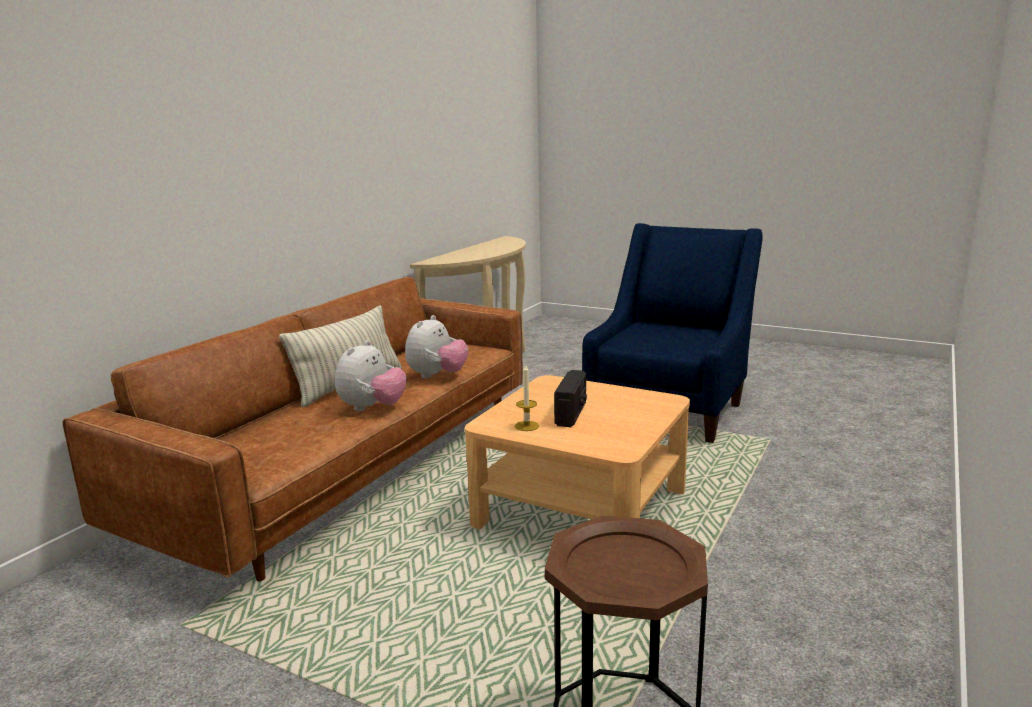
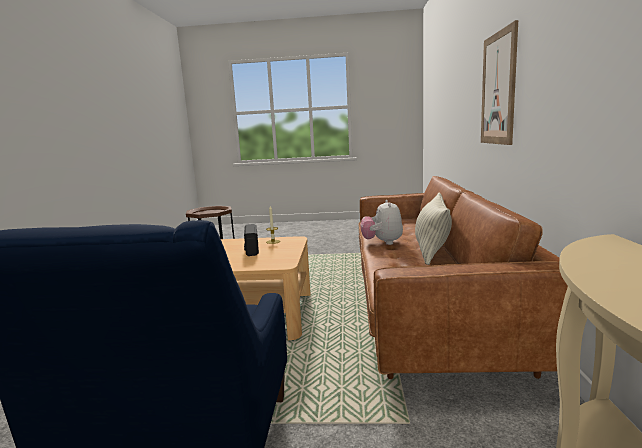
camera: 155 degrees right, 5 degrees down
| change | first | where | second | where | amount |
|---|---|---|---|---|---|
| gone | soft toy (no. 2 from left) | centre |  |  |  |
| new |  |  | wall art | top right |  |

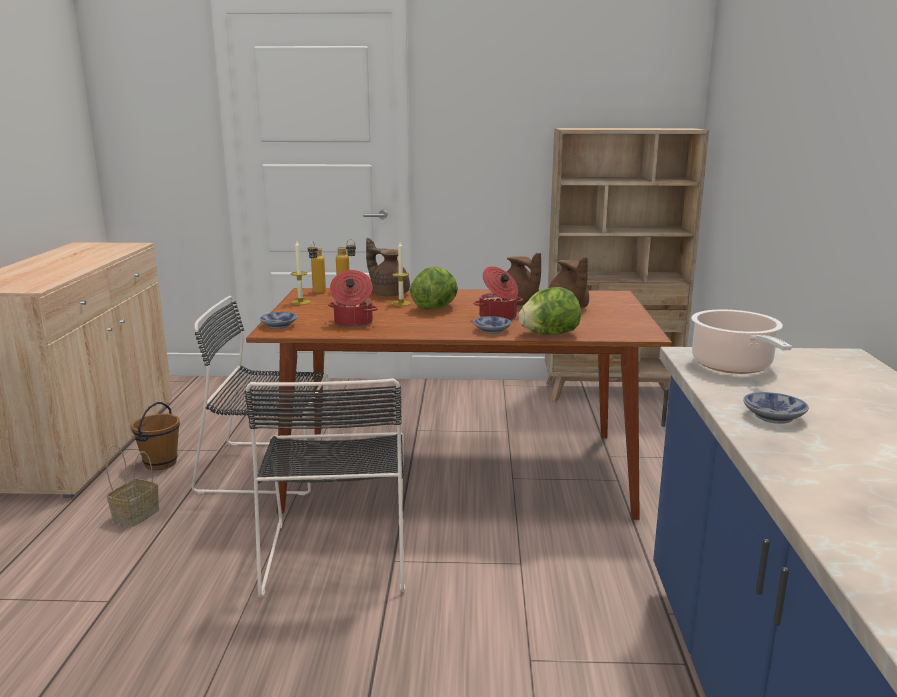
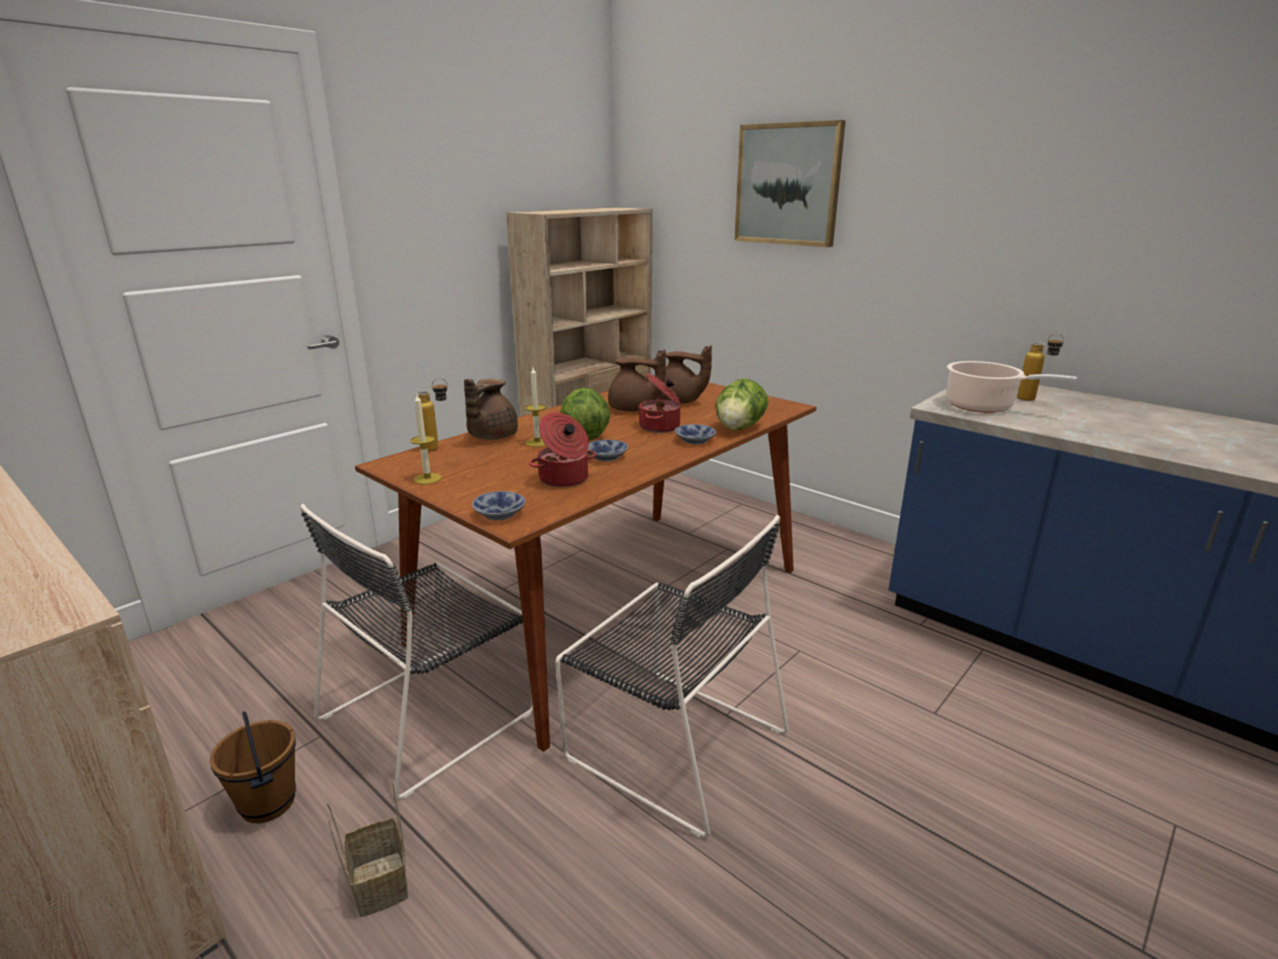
camera: 50 degrees left, 5 degrees up
| change | first | where | second | where | amount |
|---|---|---|---|---|---|
| new |  |  | wall art | top centre |  |
| shifted | beverage bottle (no. 1 from left in the first image) | centre | beverage bottle (no. 2 from left) | middle right |  |
| shifted | bowl (no. 3 from left in the first image) | middle right | bowl (no. 2 from left) | centre |  |
| rotated | brown-coloured teapot (no. 1 from left) | centre |  | centre | 60 degrees counterclockwise |

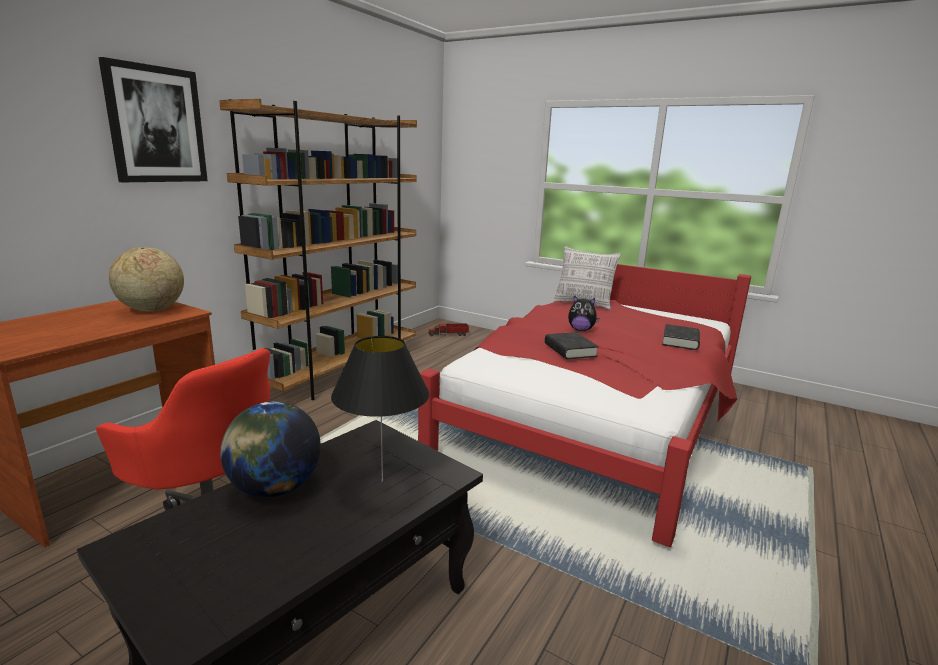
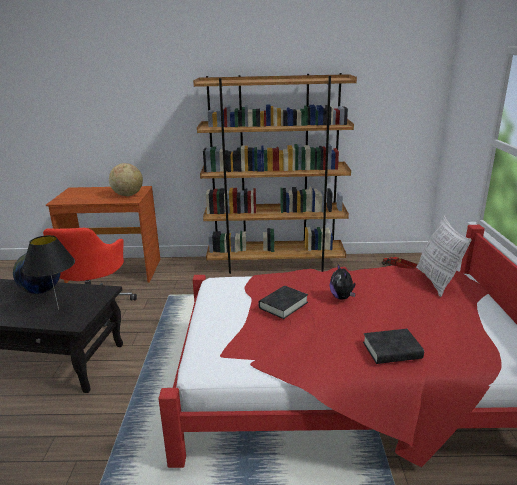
camera: 60 degrees right, 5 degrees up
| change | first | where | second | where | amount |
|---|---|---|---|---|---|
| gone | wall art | top left |  |  |  |

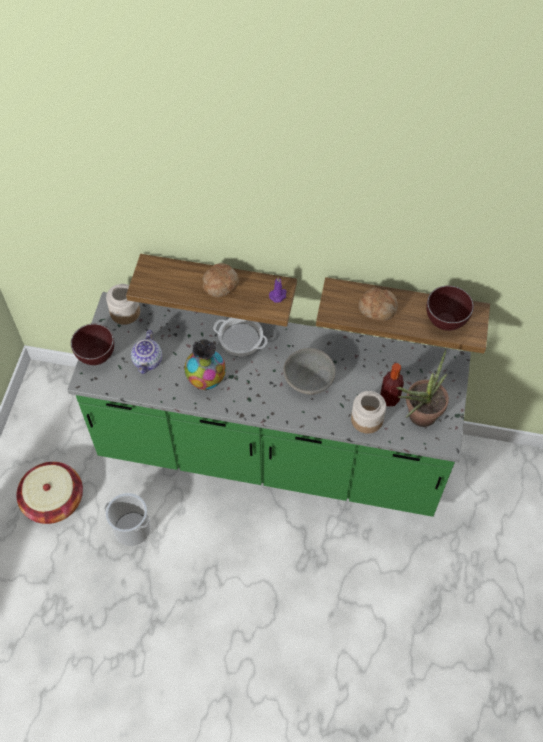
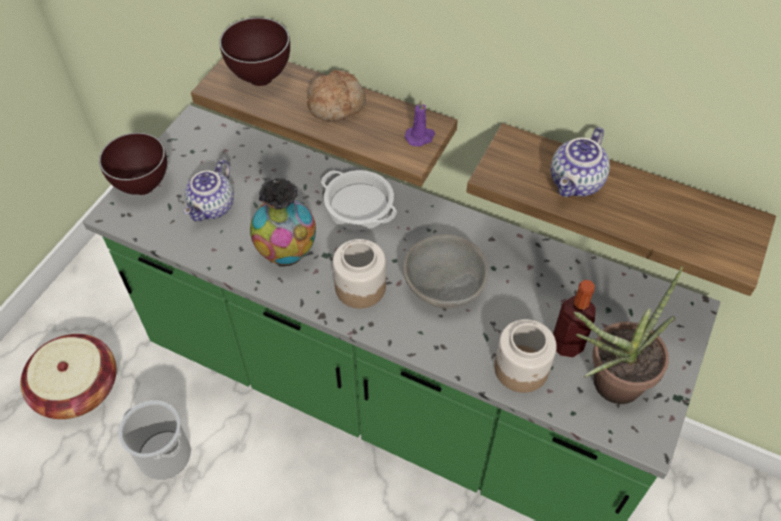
camera: 15 degrees right, 5 degrees down
| change | first | where | second | where | amount |
|---|---|---|---|---|---|
| shifted | storage jar (no. 1 from left) | middle left |  | centre |  |
| shifted | brown-coloured bowl (no. 2 from left) | middle right |  | top left |  |
| swapped | bakery bread (no. 2 from left) | middle right | teapot (no. 2 from left) | top right |  |

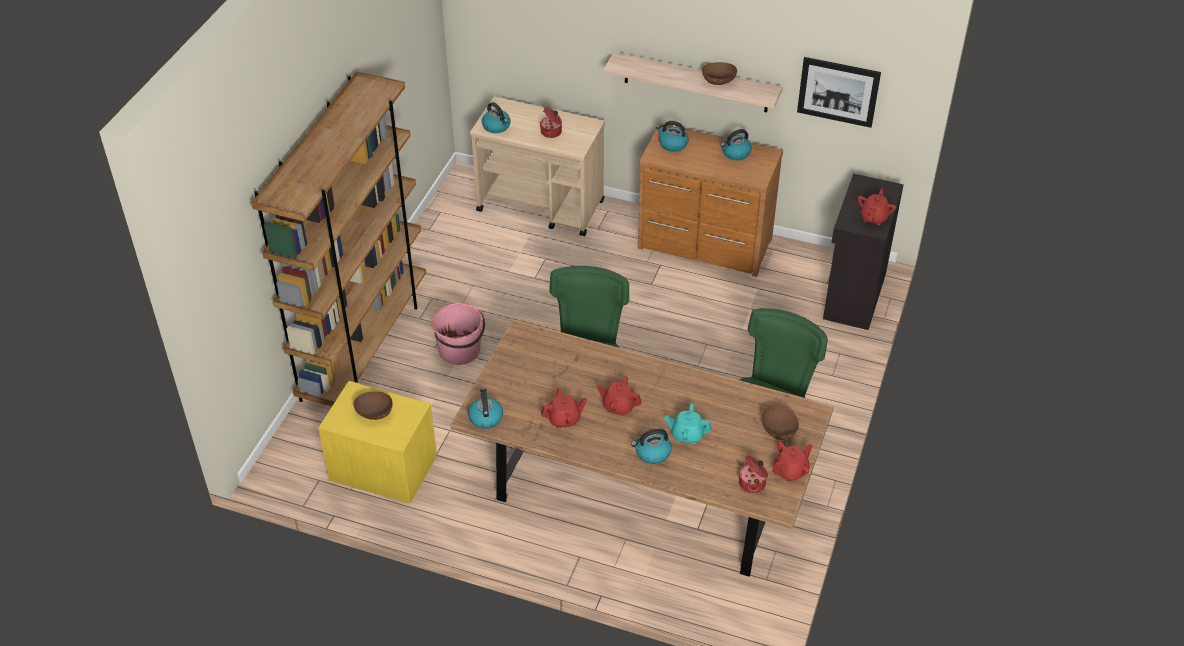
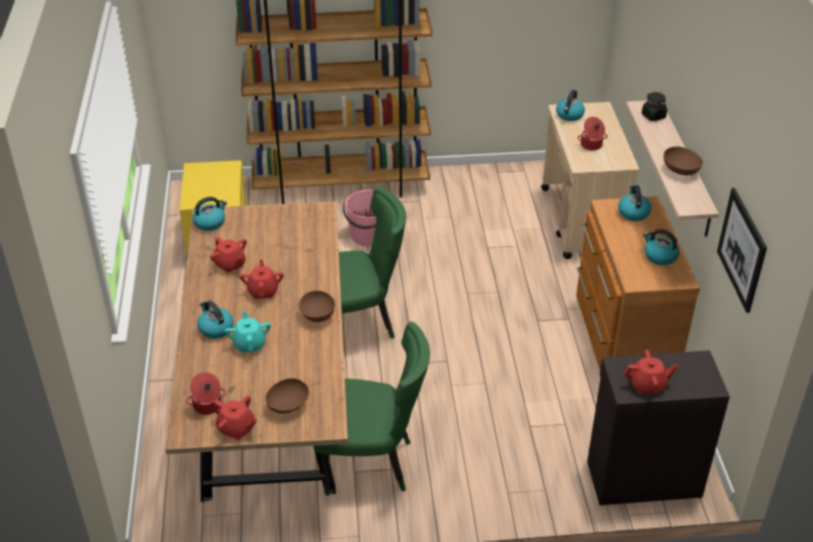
camera: 65 degrees right, 5 degrees down
| change | first | where | second | where | amount |
|---|---|---|---|---|---|
| new |  |  | black-coloured storage jar | top right |  |
| shifted | brown-coloured bowl (no. 1 from left in the first image) | middle left | brown-coloured bowl (no. 2 from left) | centre |  |

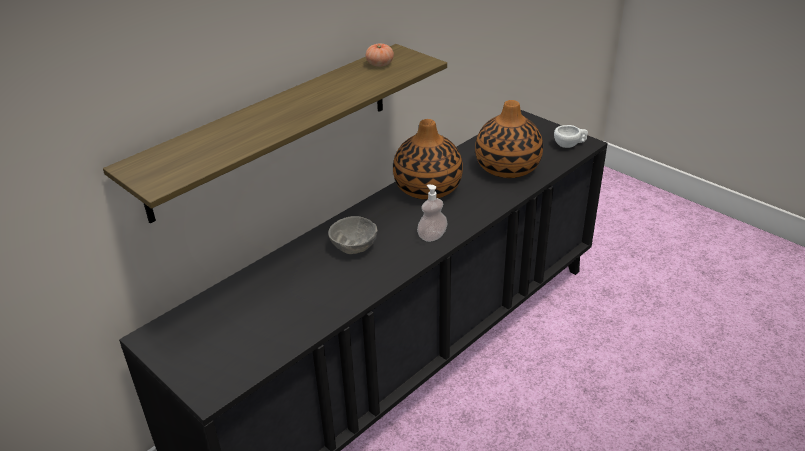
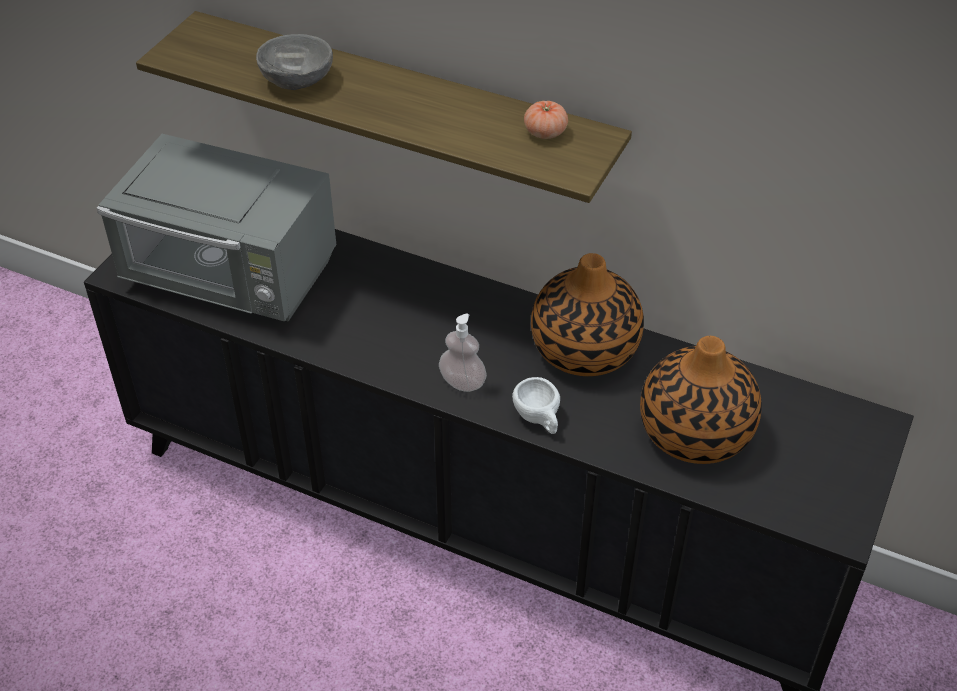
camera: 70 degrees right, 10 degrees up
| change | first | where | second | where | amount |
|---|---|---|---|---|---|
| new |  |  | greyish kitchen microwave | top left |  |
| shifted | greyish bowl | centre |  | top left |  |
| shifted | whitish cup | top right |  | centre |  |

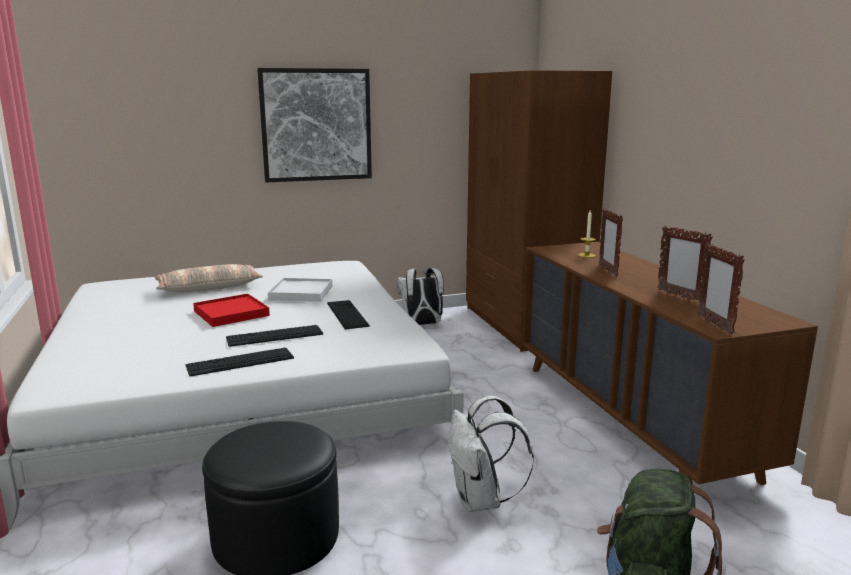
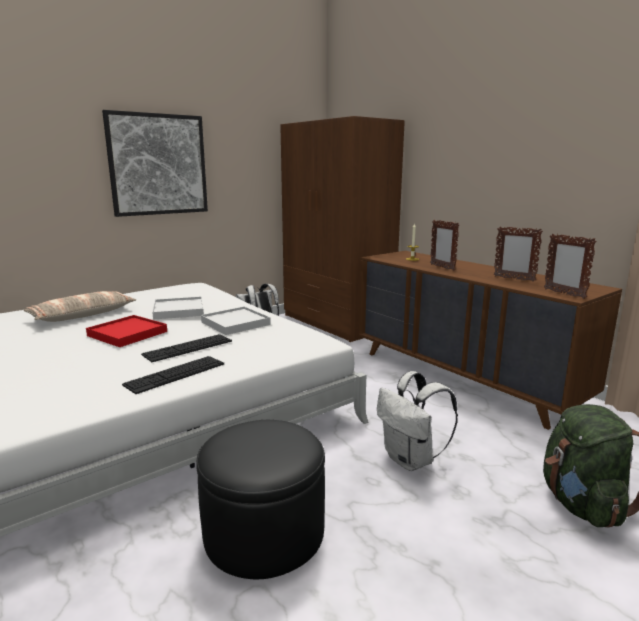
camera: 20 degrees left, 0 degrees up
| change | first | where | second | where | amount |
|---|---|---|---|---|---|
| swapped | computer keyboard (no. 3 from left) | centre | whitish serving tray (no. 2 from left) | centre |  |

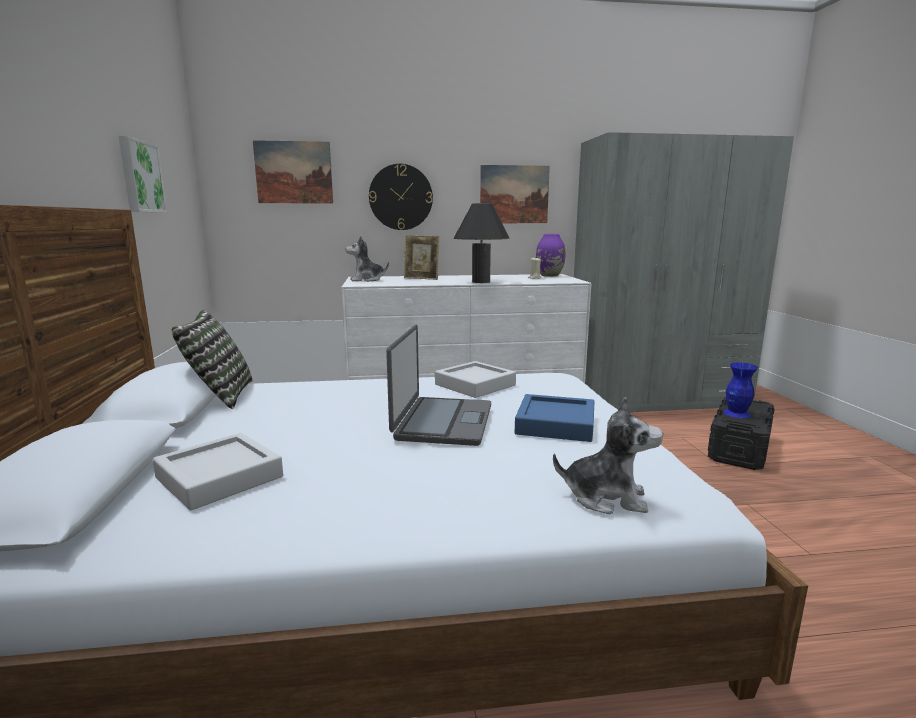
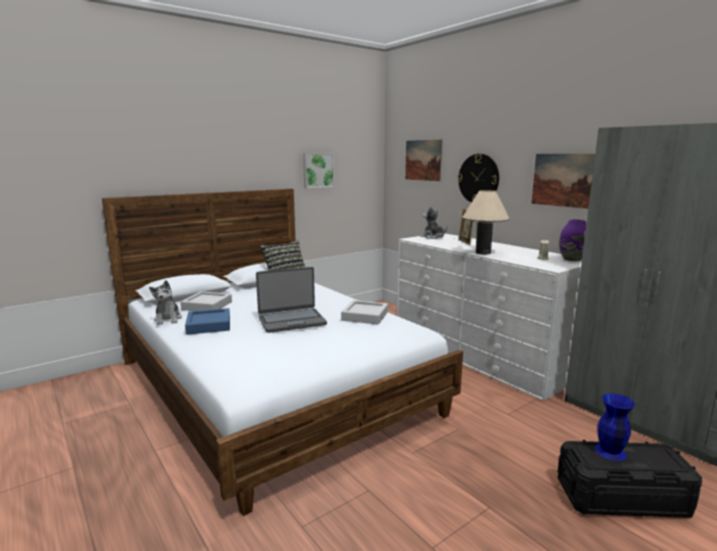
camera: 60 degrees right, 0 degrees up
| change | first | where | second | where | amount |
|---|---|---|---|---|---|
| shifted | bluish serving tray | centre |  | middle left |  |
| shifted | soft toy (no. 2 from left in the first image) | centre | soft toy (no. 1 from left) | middle left |  |
| repainted | black-coloured table lamp | centre | beige table lamp | middle right |  |

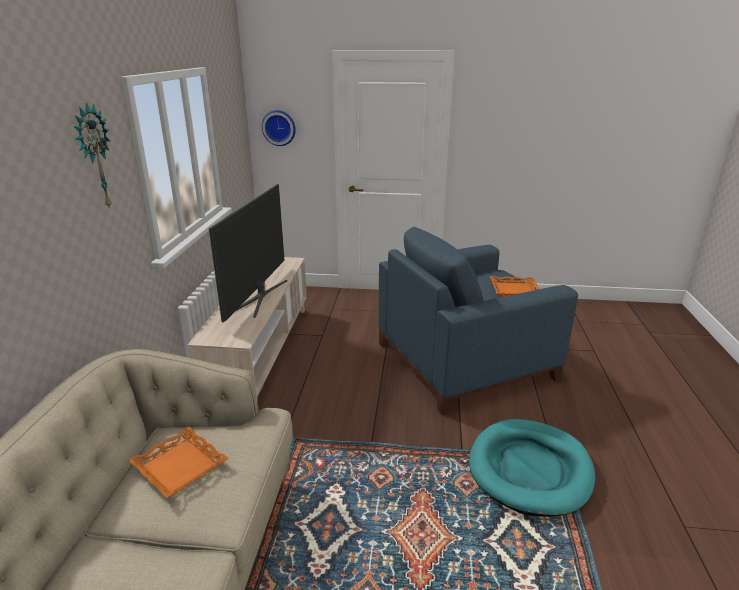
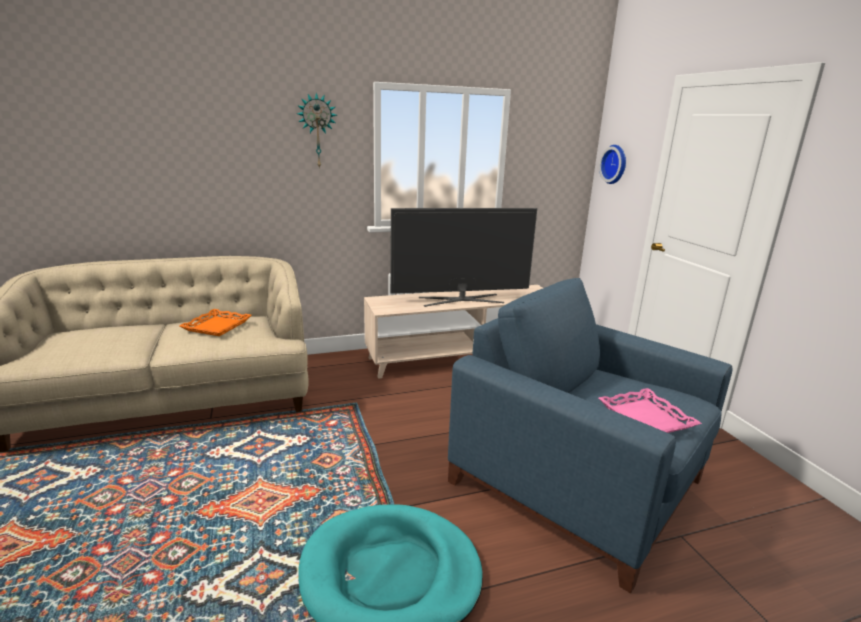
camera: 65 degrees right, 5 degrees down
| change | first | where | second | where | amount |
|---|---|---|---|---|---|
| repainted | orange serving tray (no. 2 from left) | middle right | pink serving tray | middle right |  |

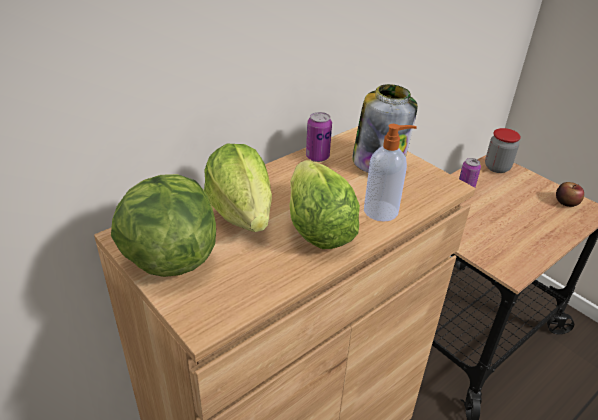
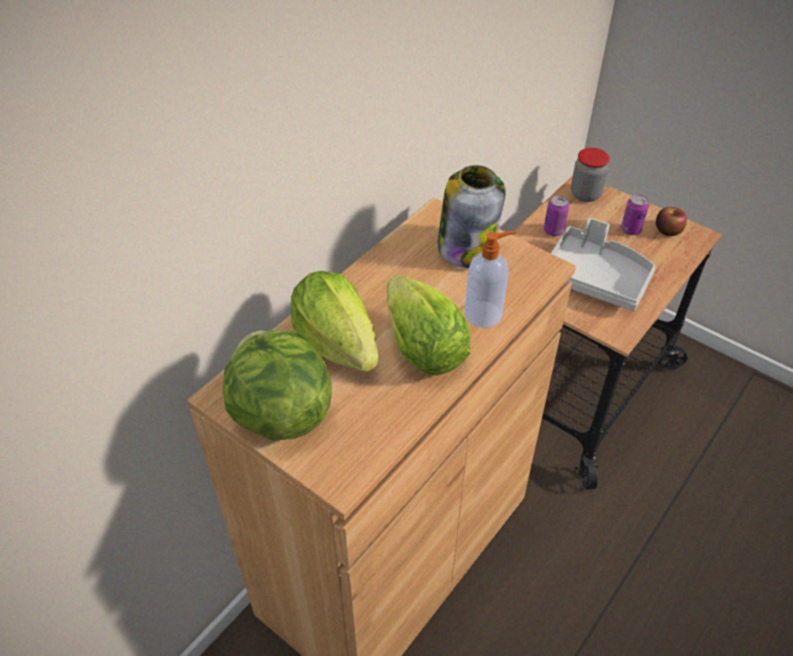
camera: 10 degrees left, 10 degrees up
| change | first | where | second | where | amount |
|---|---|---|---|---|---|
| new |  |  | greyish serving tray | middle right |  |
| shifted | can (no. 1 from left in the first image) | top centre | can (no. 2 from left) | top right |  |

